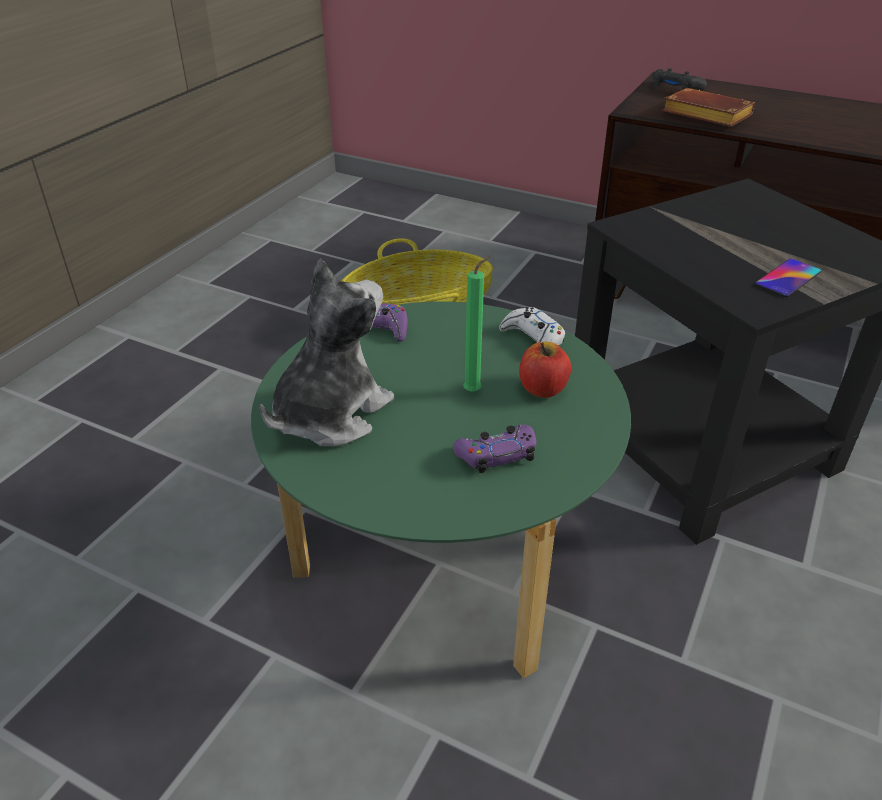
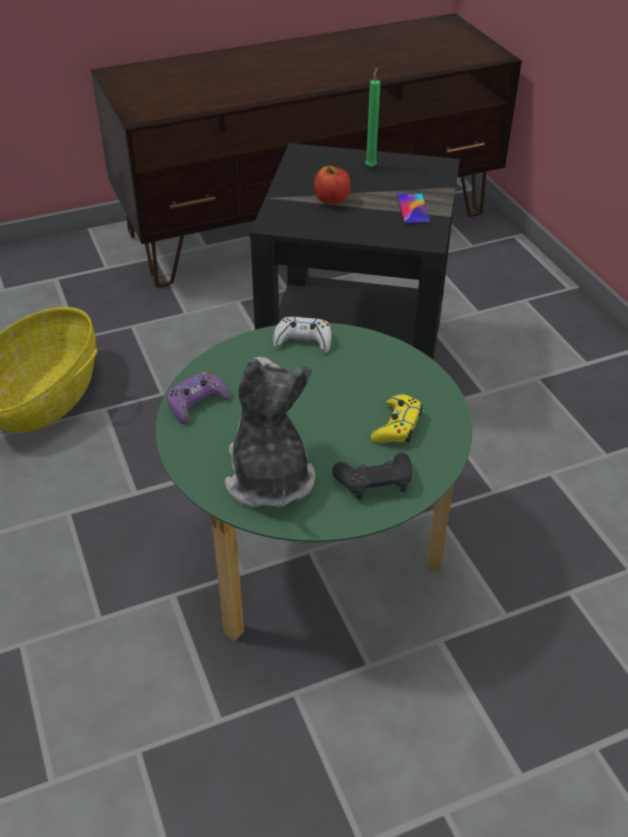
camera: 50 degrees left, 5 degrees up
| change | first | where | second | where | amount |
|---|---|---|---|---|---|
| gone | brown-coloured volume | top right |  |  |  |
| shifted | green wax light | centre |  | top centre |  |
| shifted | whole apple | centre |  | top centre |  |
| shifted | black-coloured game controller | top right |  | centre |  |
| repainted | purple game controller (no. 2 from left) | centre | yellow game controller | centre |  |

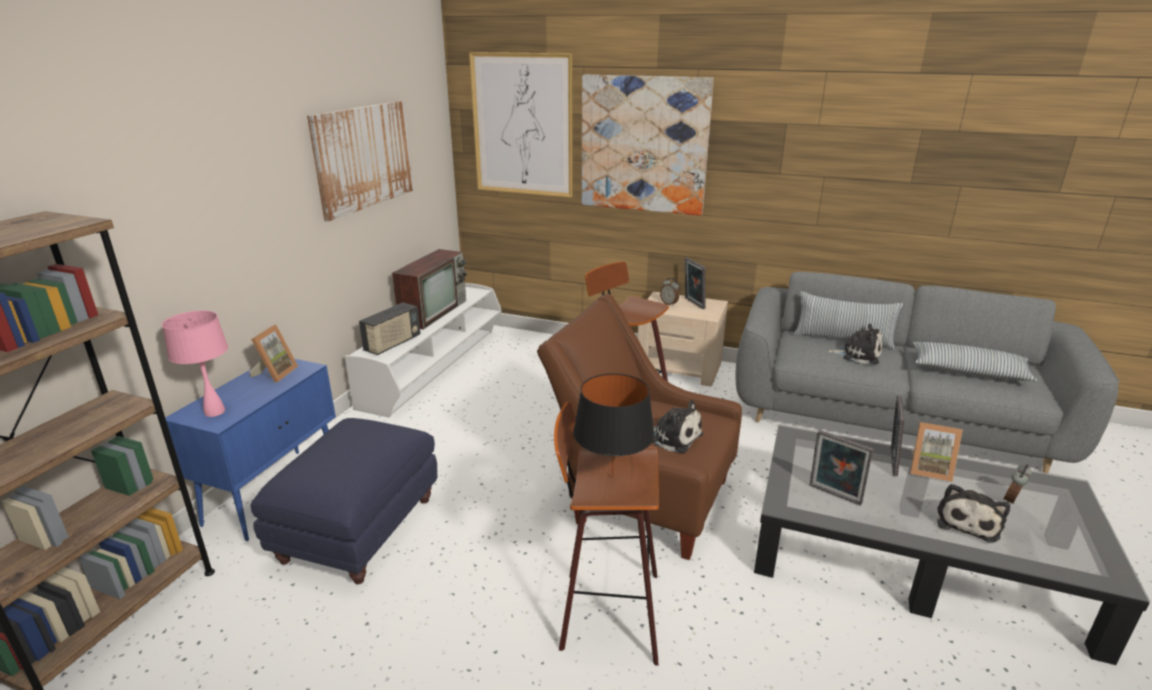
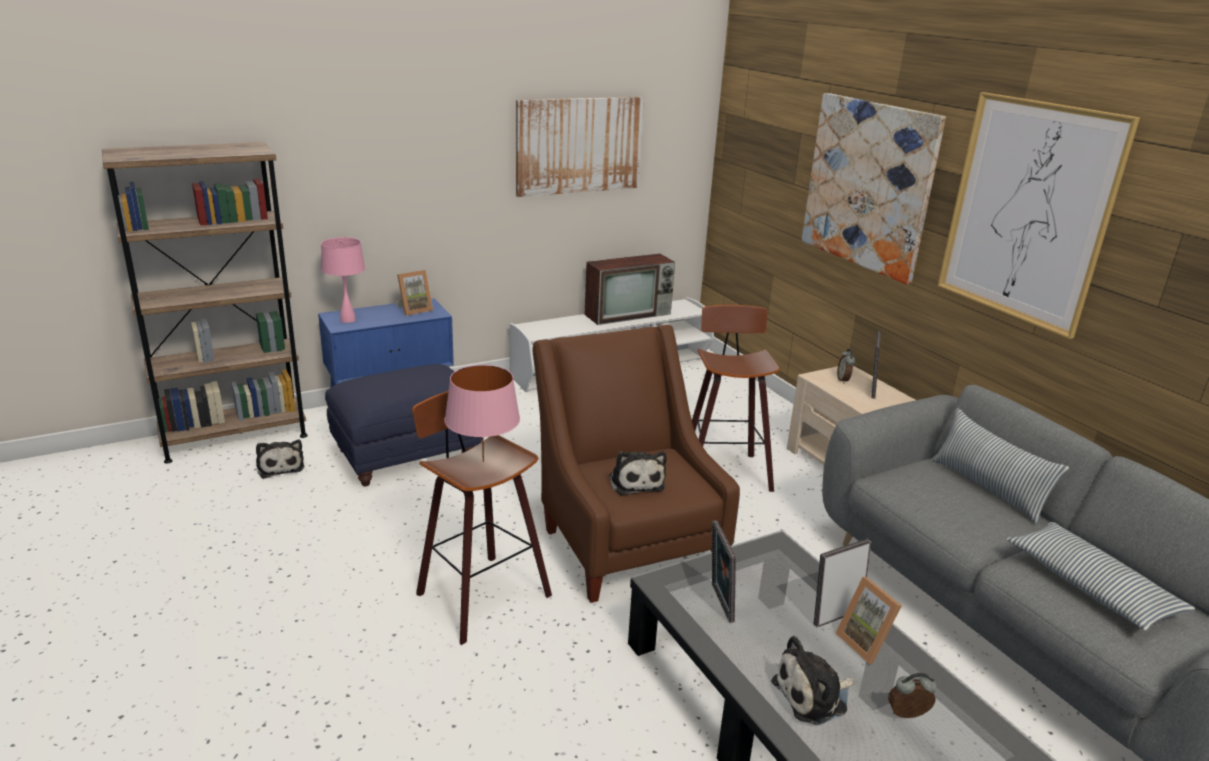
camera: 40 degrees right, 0 degrees up
| change | first | where | second | where | amount |
|---|---|---|---|---|---|
| gone | radio receiver | centre |  |  |  |
| shifted | wall art (no. 2 from left in the first image) | top centre | wall art (no. 3 from left) | top right |  |
| shifted | soft toy (no. 2 from left in the first image) | middle right | soft toy (no. 1 from left) | middle left |  |
| repainted | black-coloured table lamp | centre | pink table lamp (no. 2 from left) | centre |  |

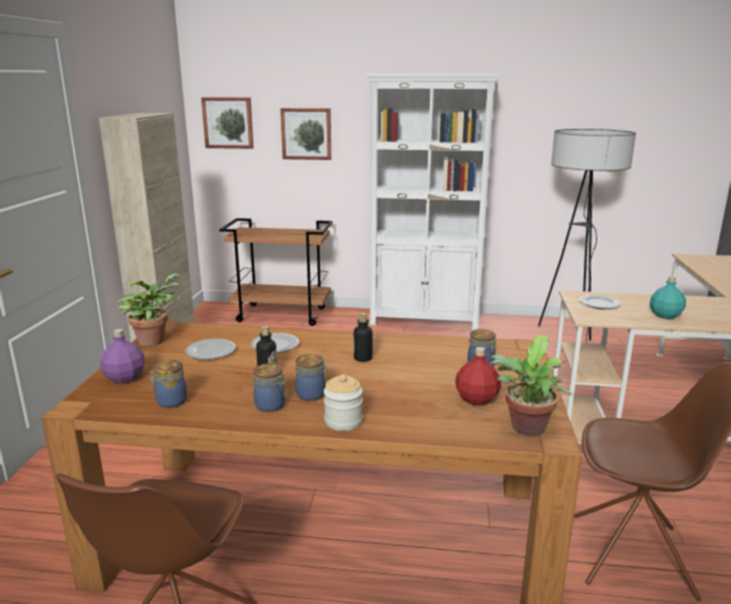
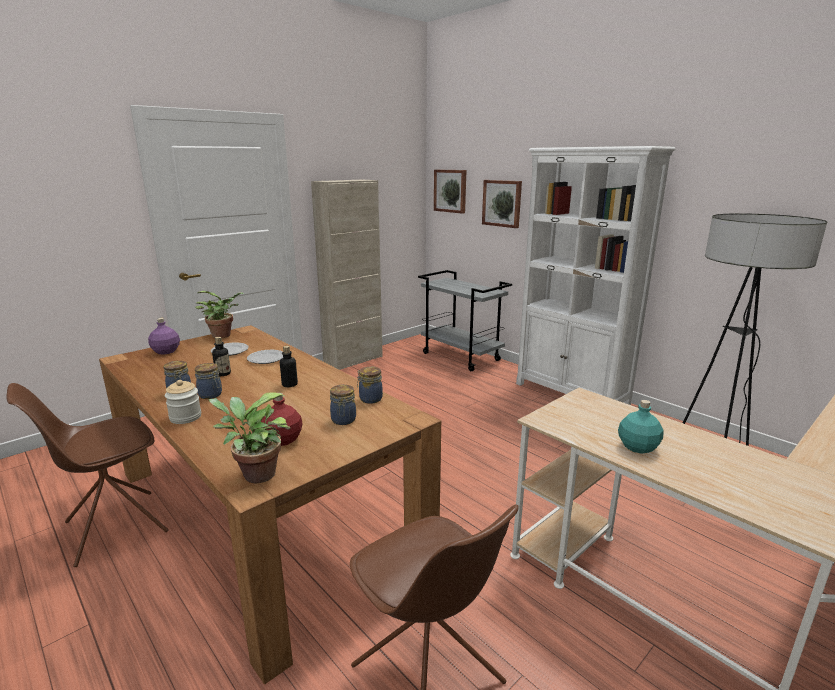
camera: 40 degrees right, 0 degrees up
| change | first | where | second | where | amount |
|---|---|---|---|---|---|
| gone | dinner plate (no. 3 from left) | middle right |  |  |  |
| shifted | storage jar (no. 1 from left in the first image) | middle left | storage jar (no. 5 from left) | centre |  |
| repainted | brown-coloured wheeled cart | centre | greyish wheeled cart | centre |  |

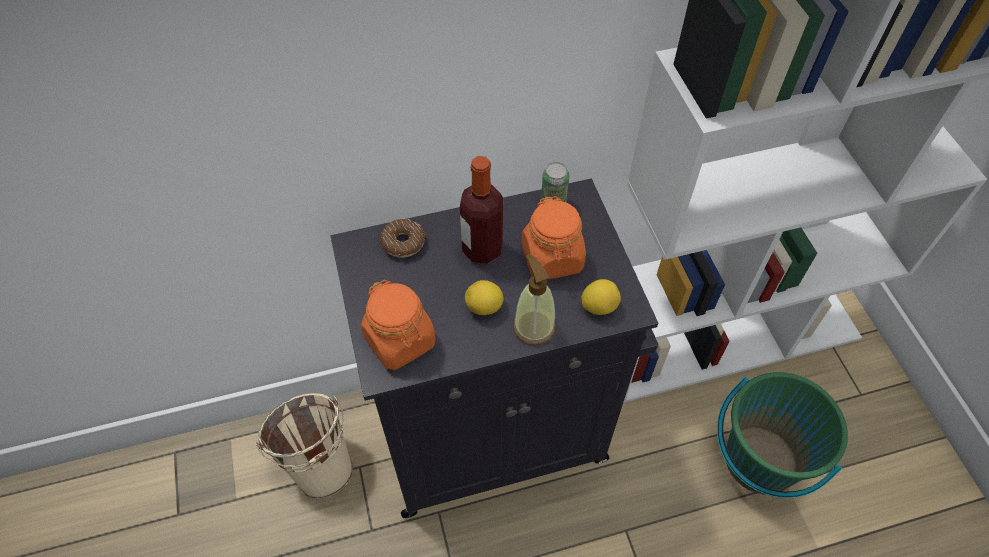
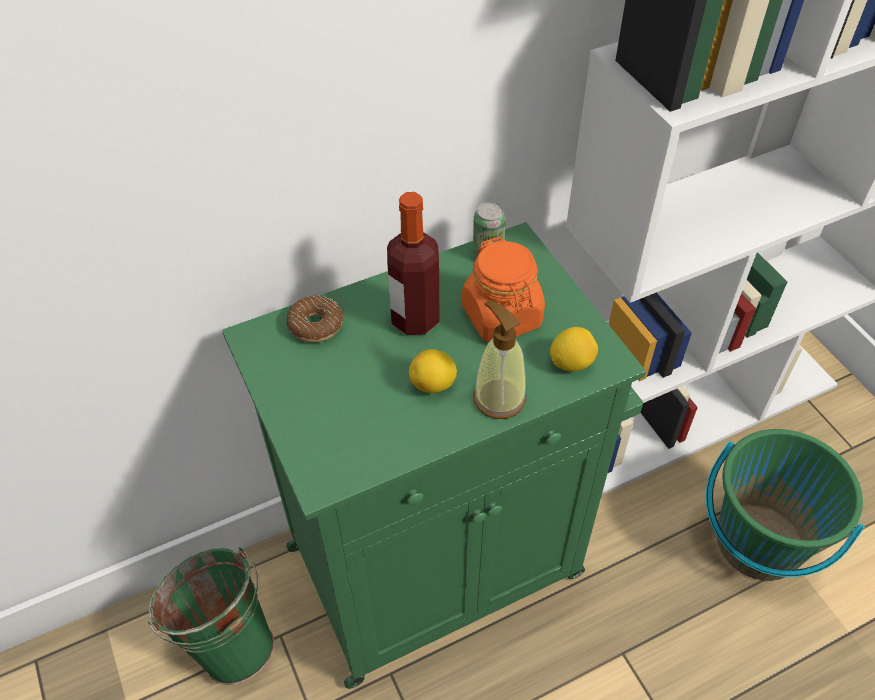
camera: 10 degrees left, 5 degrees down
| change | first | where | second | where | amount |
|---|---|---|---|---|---|
| gone | orange storage jar (no. 1 from left) | centre |  |  |  |
| repainted | beige water bucket | bottom left | green water bucket (no. 1 from left) | bottom left |  |
| repainted | black-coloured storage cabinet | centre | green storage cabinet | centre |  |

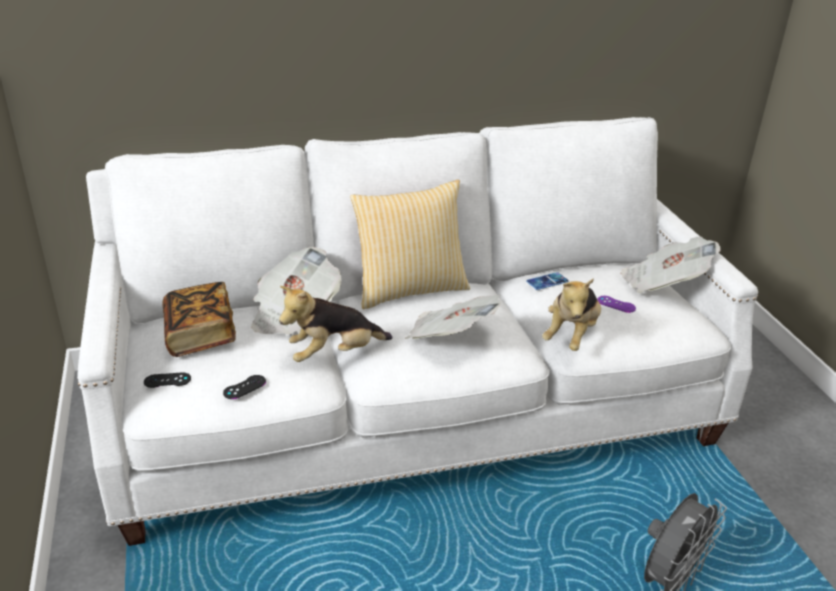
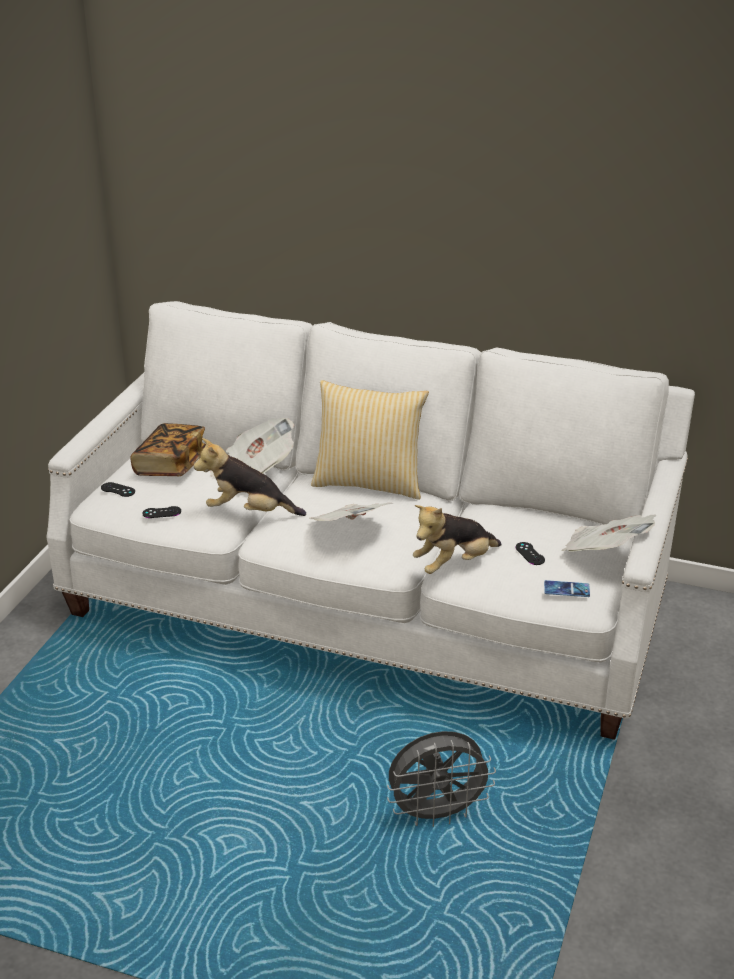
camera: 35 degrees right, 0 degrees up
| change | first | where | second | where | amount |
|---|---|---|---|---|---|
| shifted | telephone | centre |  | middle right |  |
| repainted | purple game controller | middle right | black-coloured game controller (no. 3 from left) | middle right |  |

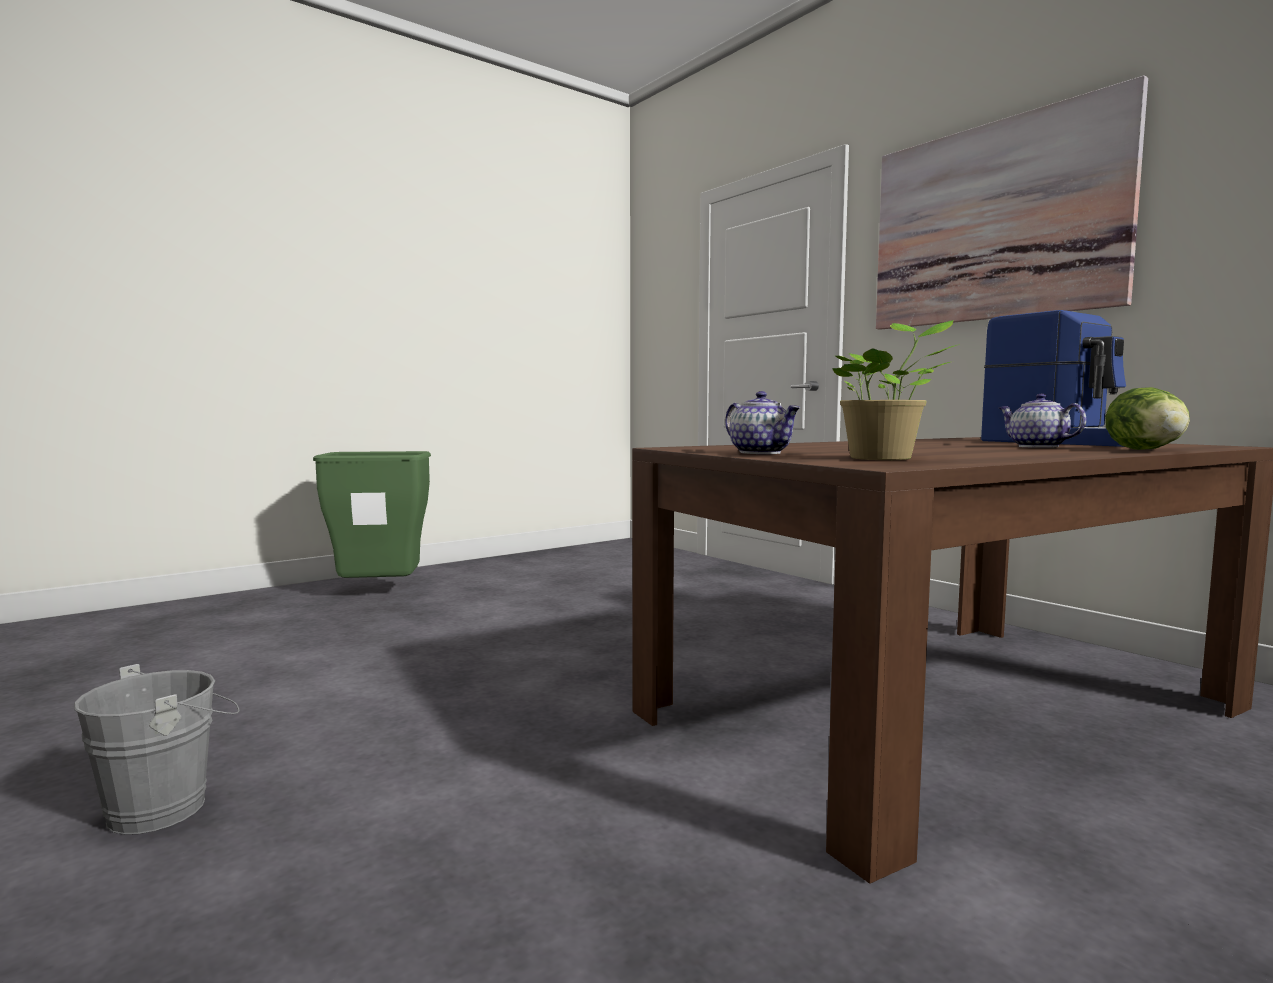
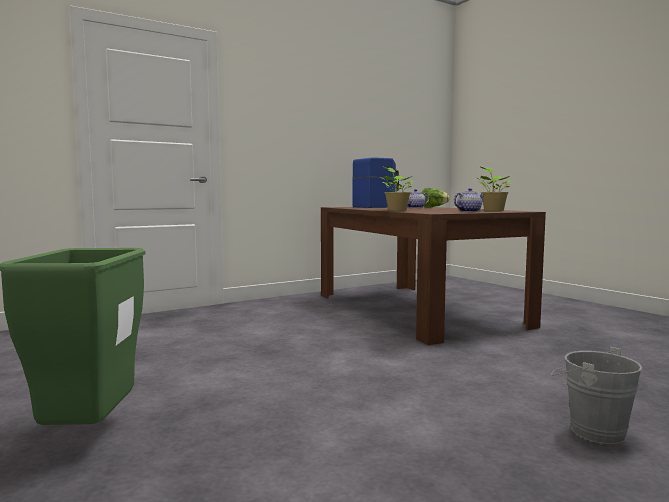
camera: 85 degrees left, 0 degrees up
| change | first | where | second | where | amount |
|---|---|---|---|---|---|
| gone | wall art | top right |  |  |  |
| new |  |  | houseplant (no. 1 from left) | centre |  |

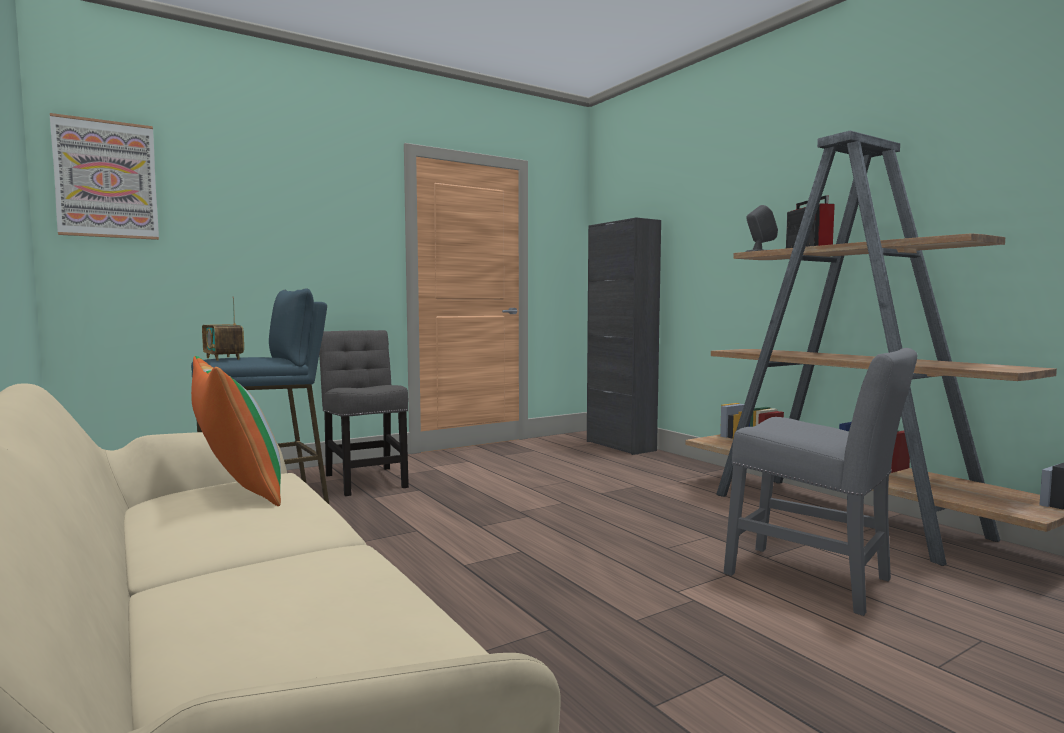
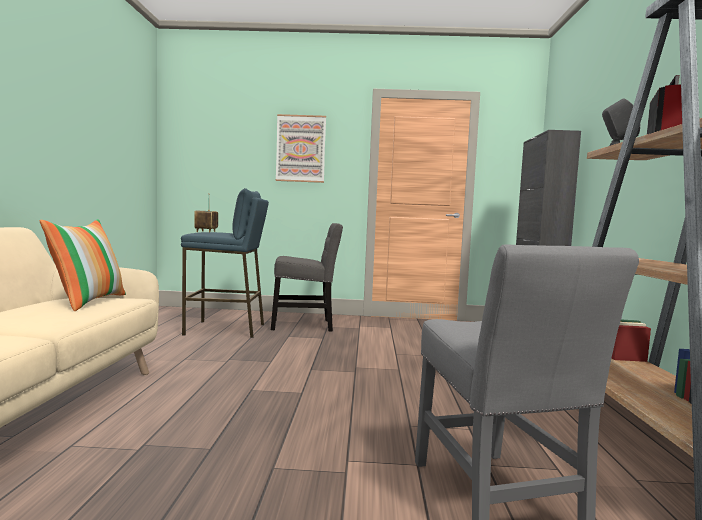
camera: 35 degrees right, 0 degrees up
| change | first | where | second | where | amount |
|---|---|---|---|---|---|
| shifted | wall art | top left |  | top centre |  |
| rotated | greyish upright chair (no. 1 from left) | centre |  | centre | 75 degrees clockwise |

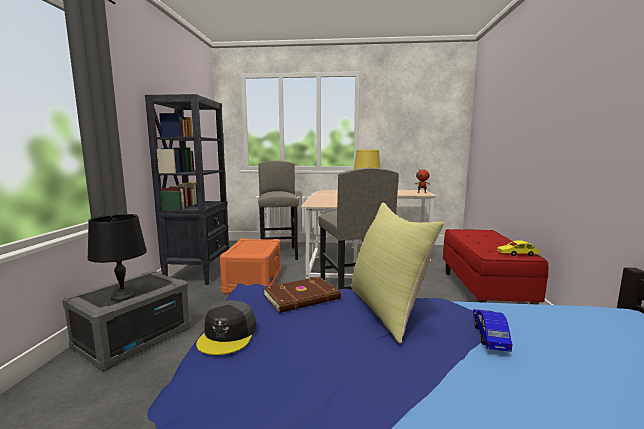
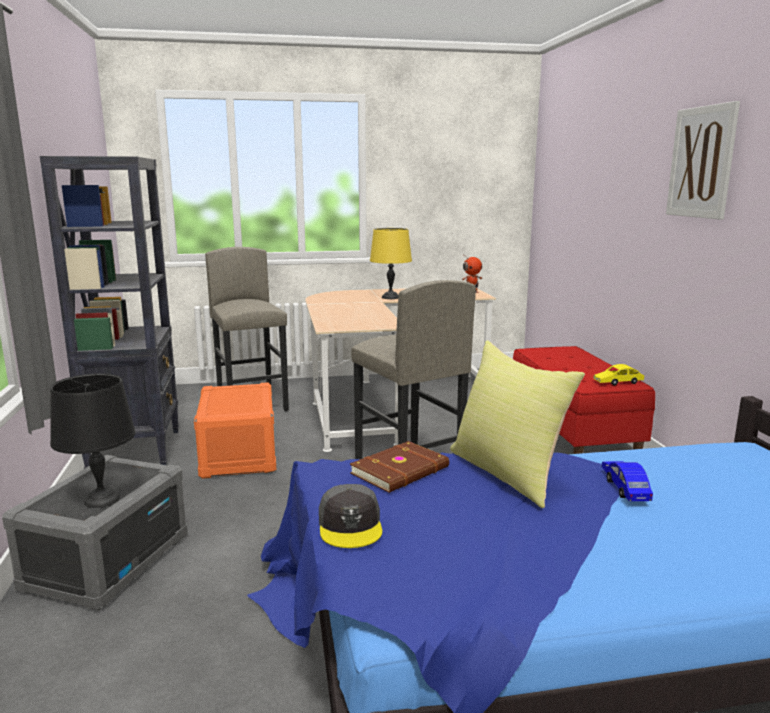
camera: 15 degrees left, 5 degrees up
| change | first | where | second | where | amount |
|---|---|---|---|---|---|
| new |  |  | wall art | top right |  |

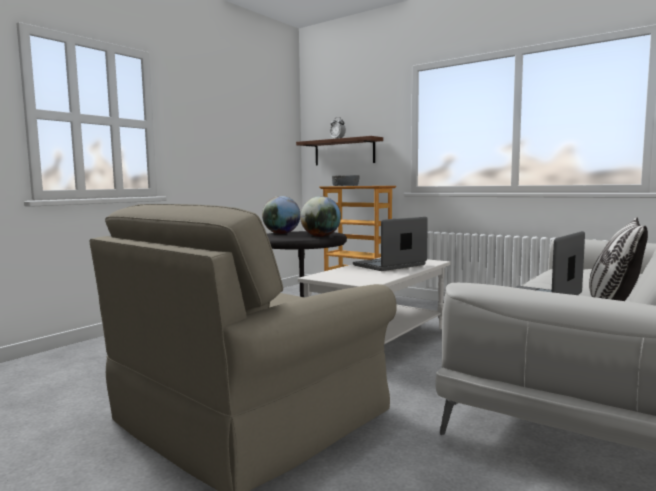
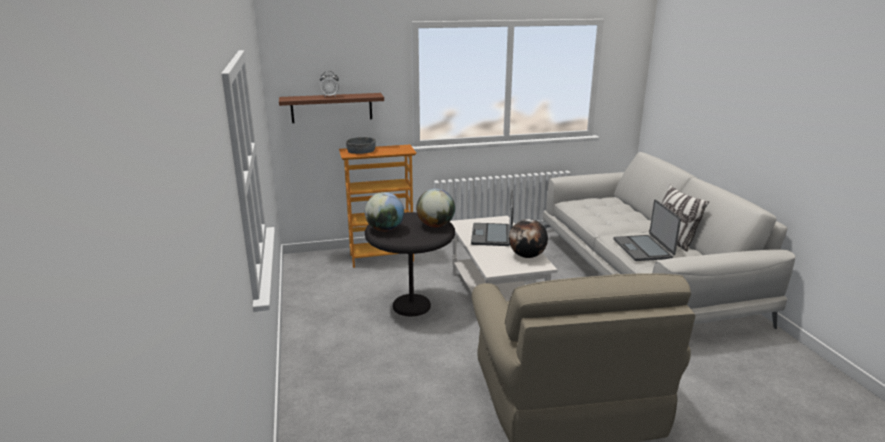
camera: 50 degrees left, 15 degrees up
| change | first | where | second | where | amount |
|---|---|---|---|---|---|
| new |  |  | globe (no. 3 from left) | centre |  |

